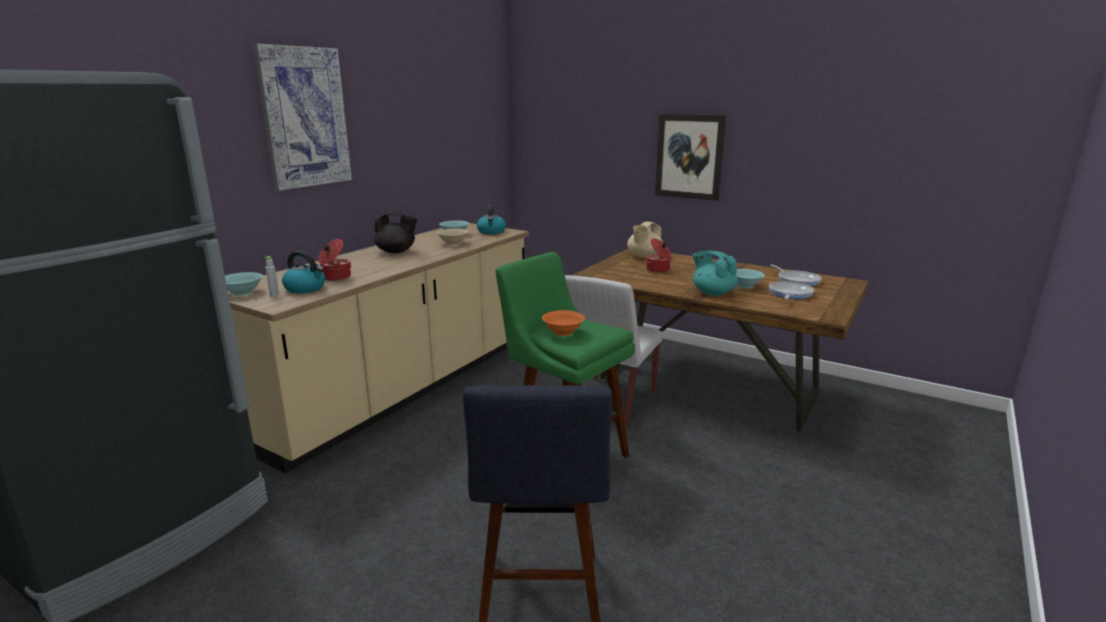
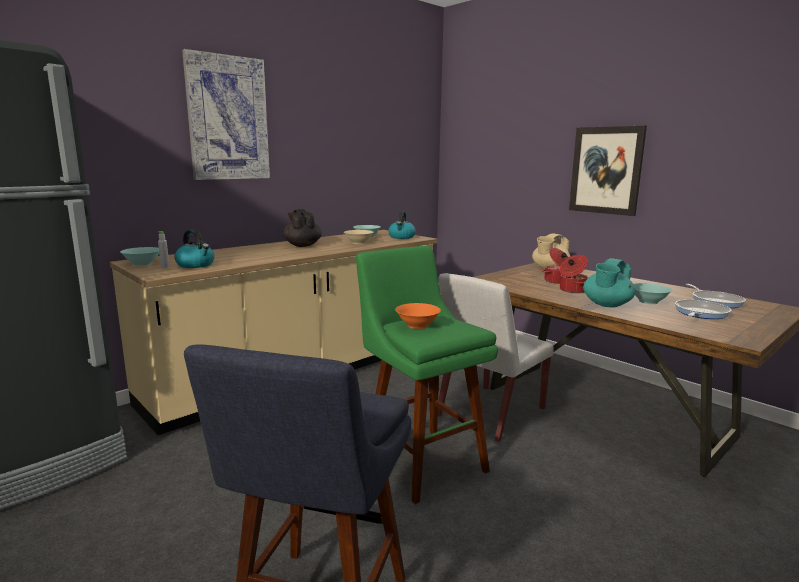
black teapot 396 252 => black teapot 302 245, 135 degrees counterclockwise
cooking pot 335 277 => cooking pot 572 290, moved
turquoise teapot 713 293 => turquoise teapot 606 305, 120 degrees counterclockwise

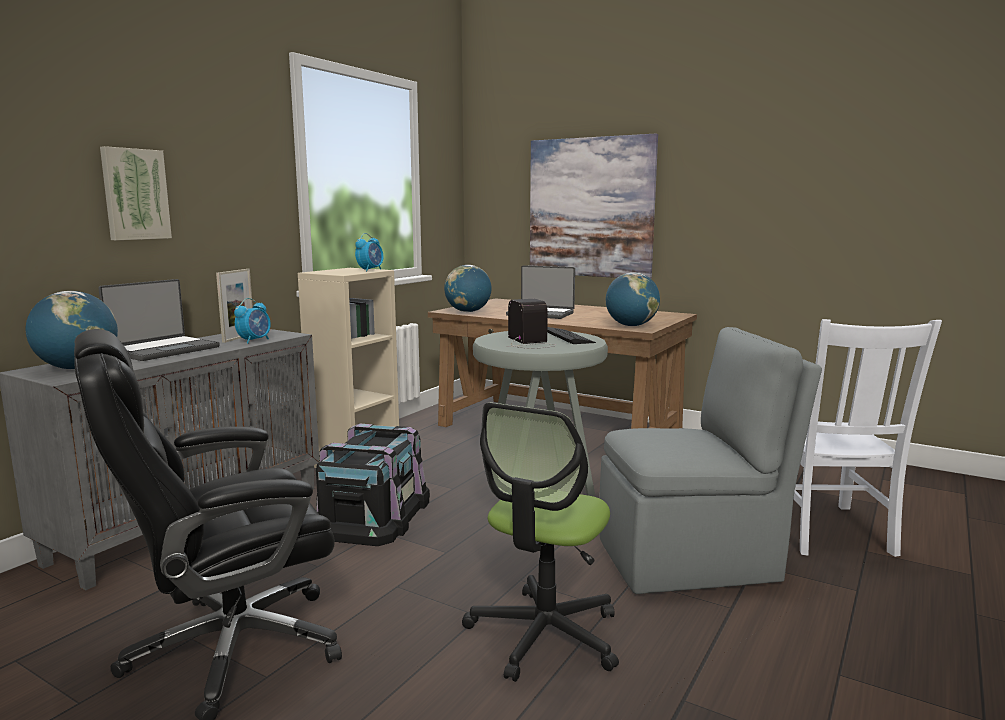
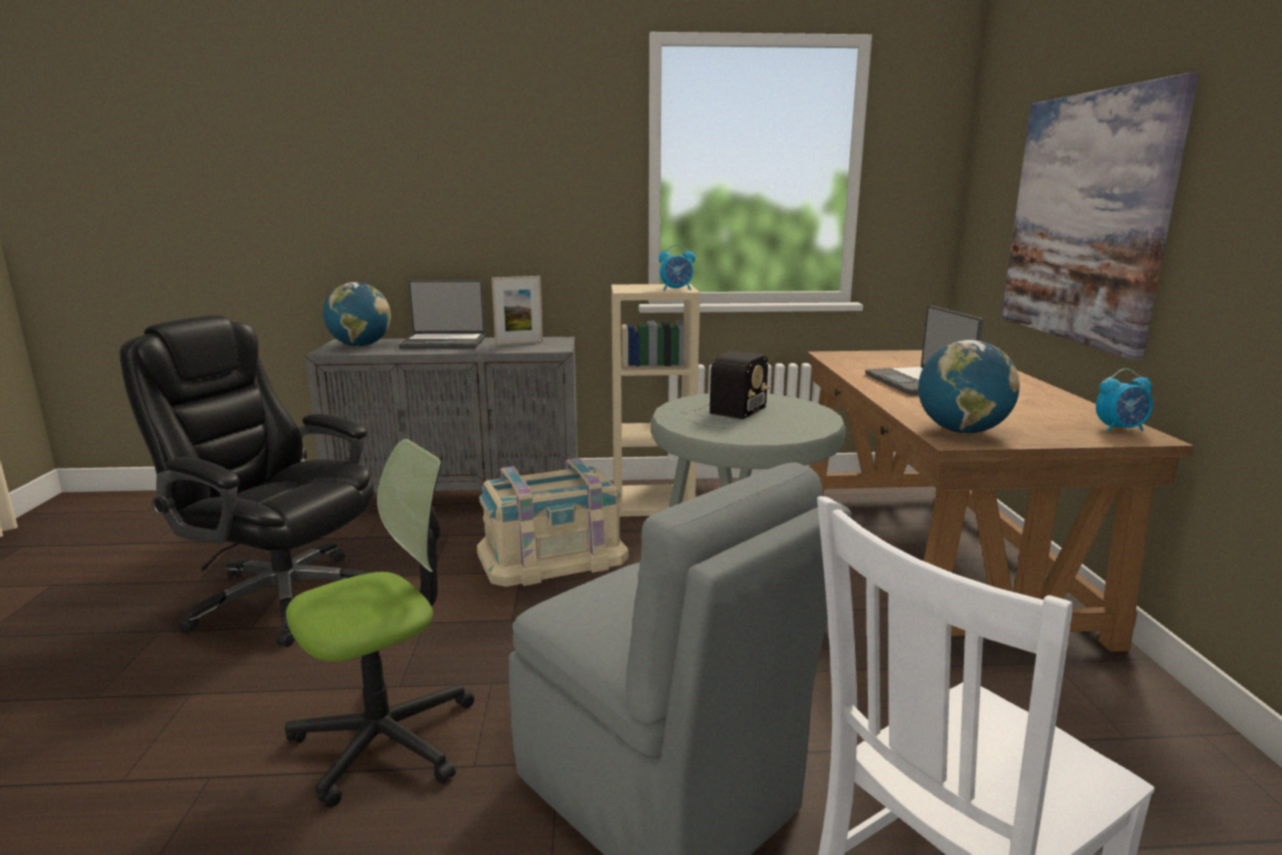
office chair 544 635 => office chair 385 739, 150 degrees clockwise
black storage box 374 514 => beige storage box 552 556
alarm clock 254 341 => alarm clock 1120 429, moved
picture 134 194 => nothing
globe 468 312 => nothing
keyboard 569 337 => nothing

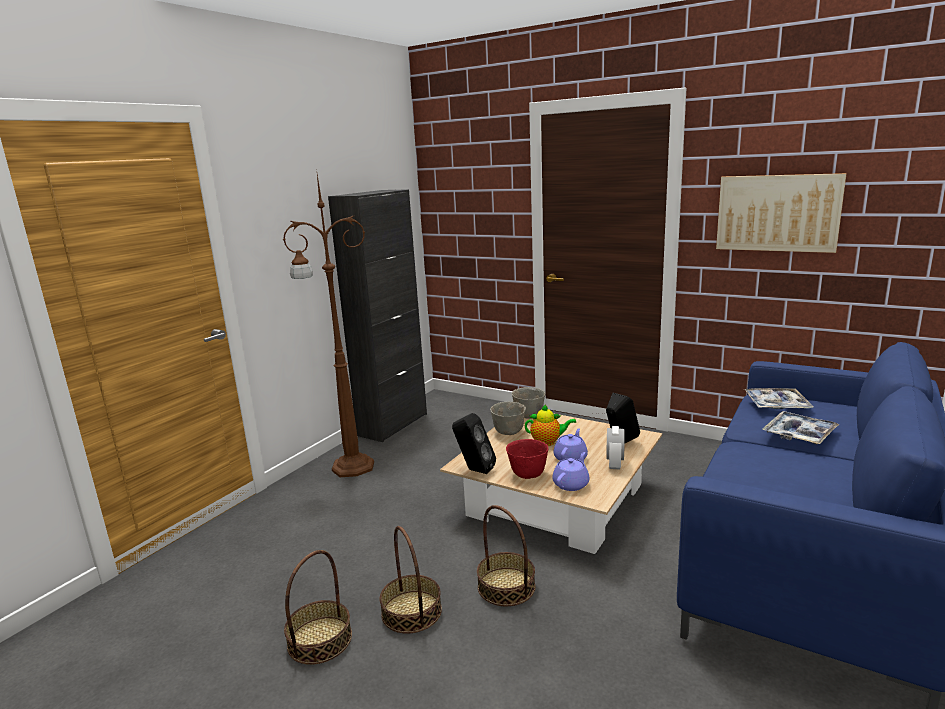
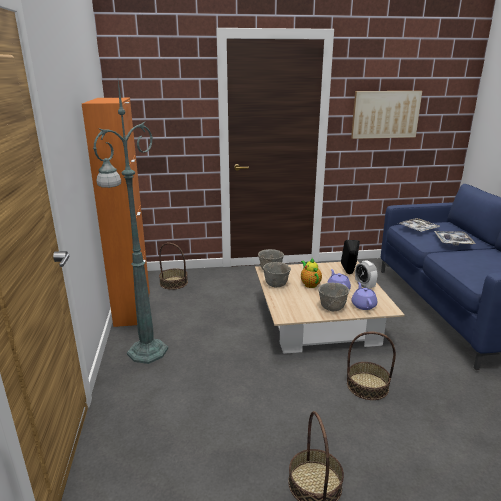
black cabinet 393 424 => orange cabinet 132 308
brown floor lamp 350 467 => green floor lamp 146 352
basket 412 611 => basket 174 283, moved
teapot 548 442 => teapot 310 284, 75 degrees counterclockwise
red bowl 527 475 => grey bowl 332 308
black speaker 474 470 => nothing

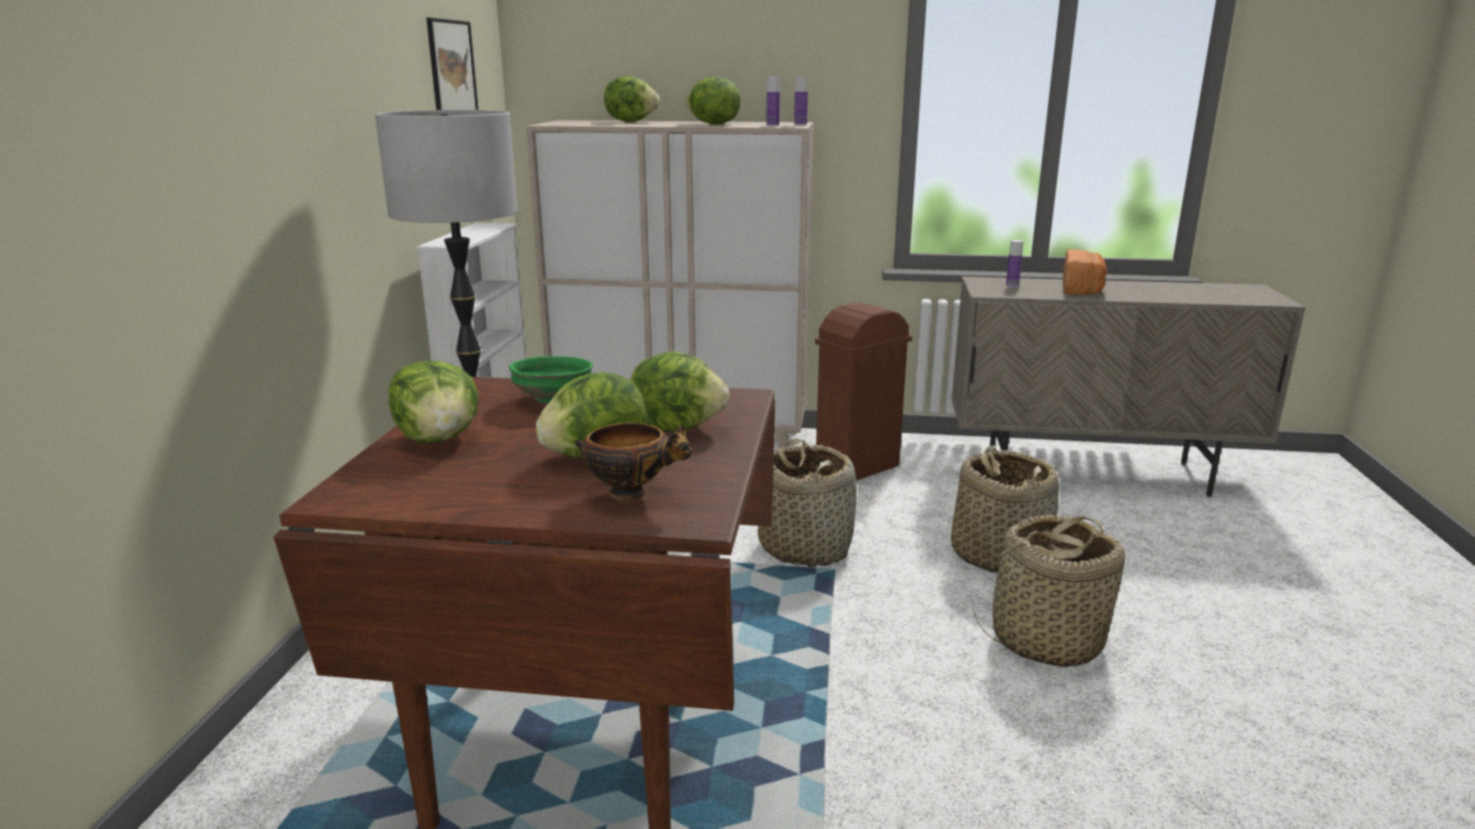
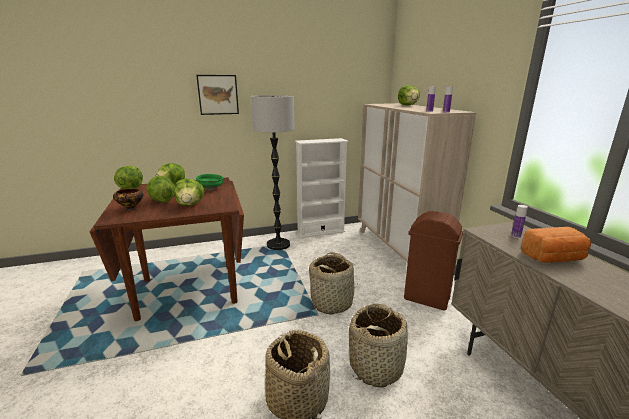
lettuce 712 124 => lettuce 131 188, moved
picture 452 70 => picture 218 94, moved

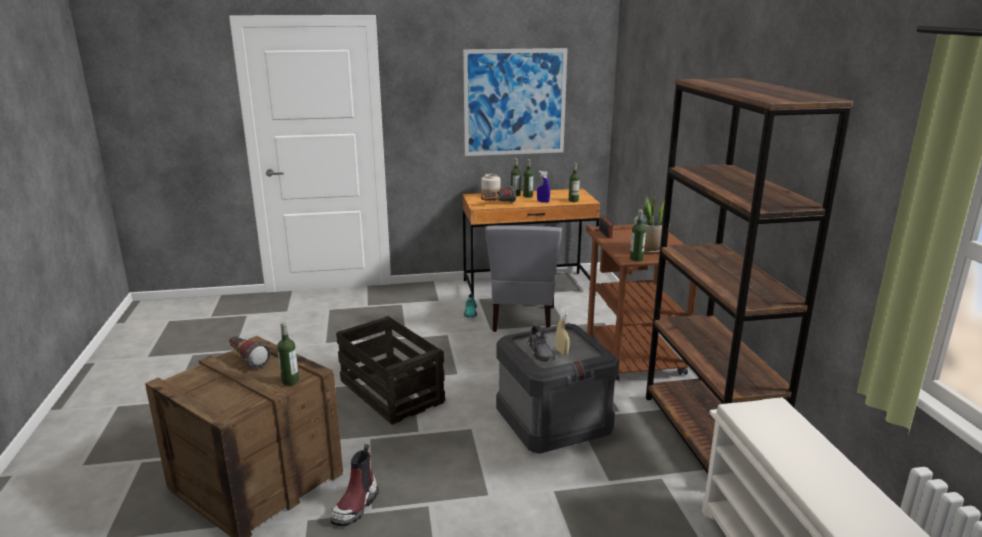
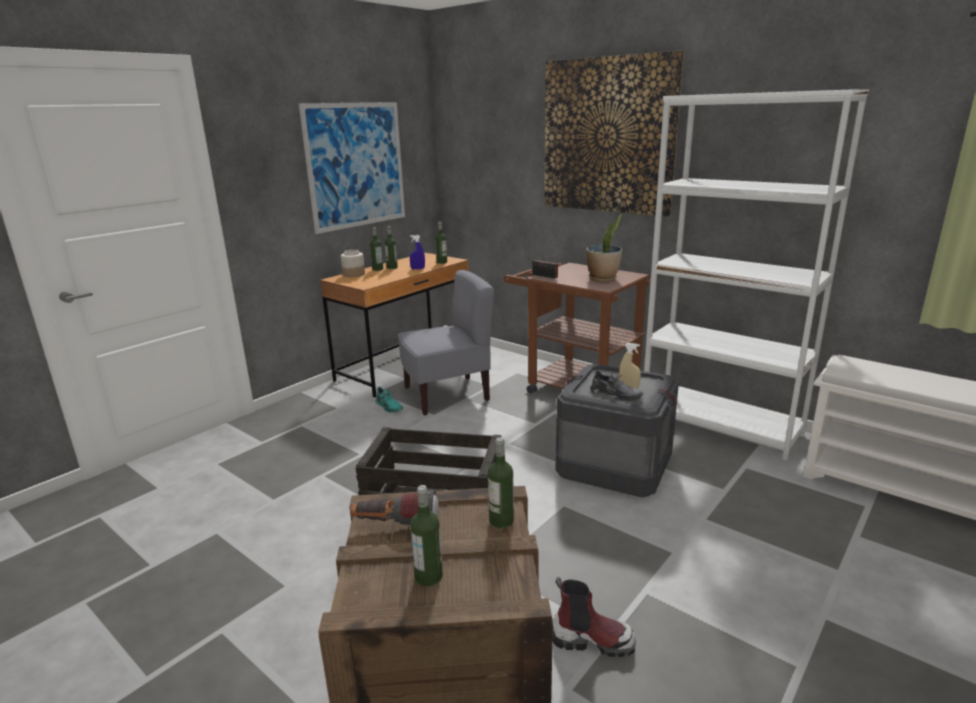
grey chair 522 319 => grey chair 447 395, 75 degrees counterclockwise
bottle 636 259 => bottle 428 577, moved
nothing => picture 608 136
boot 356 506 => boot 592 640, 60 degrees counterclockwise
brown bookcase 706 437 => white bookcase 720 425
flashlight 498 204 => nothing

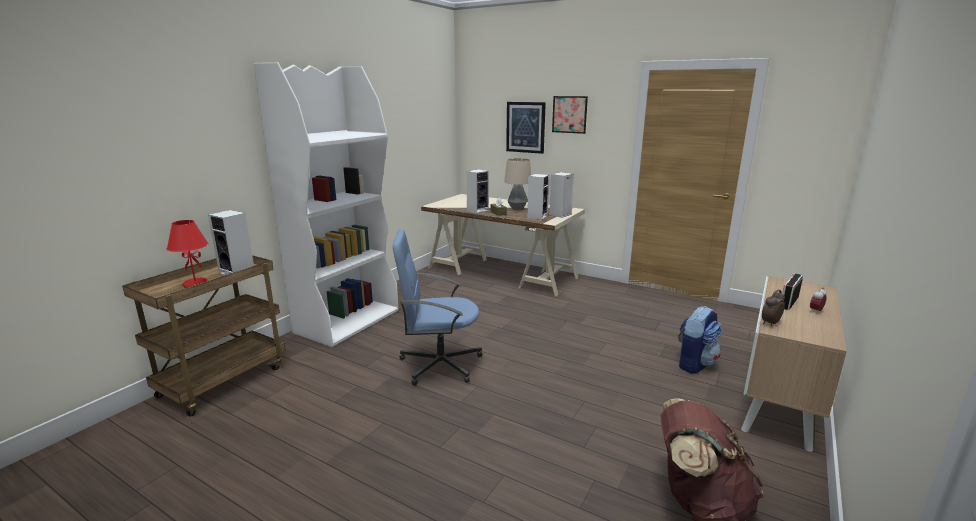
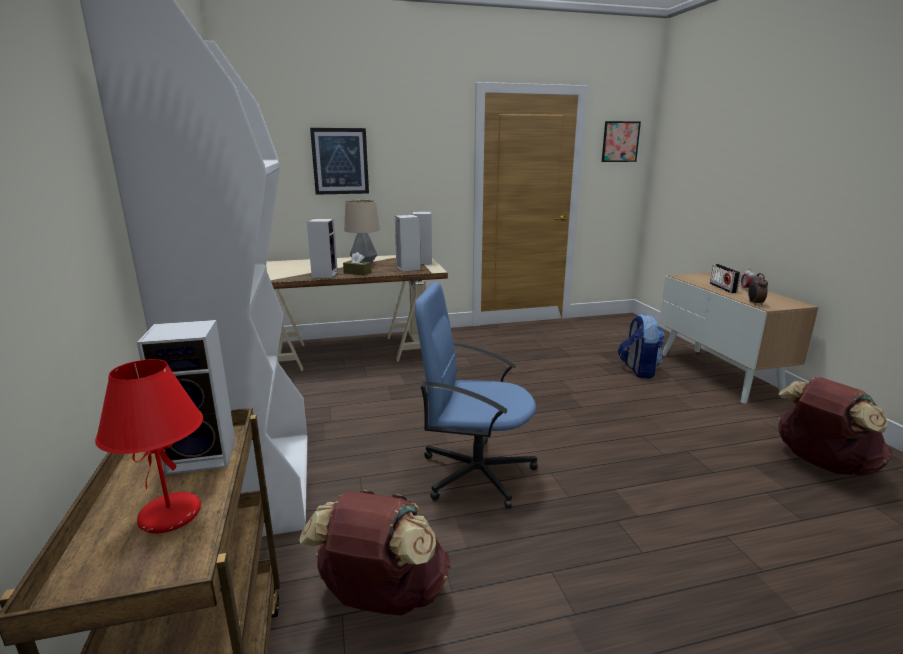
nothing => brown backpack 382 598
blue office chair 439 364 => blue office chair 475 472, 60 degrees clockwise
picture 569 114 => picture 620 141, moved

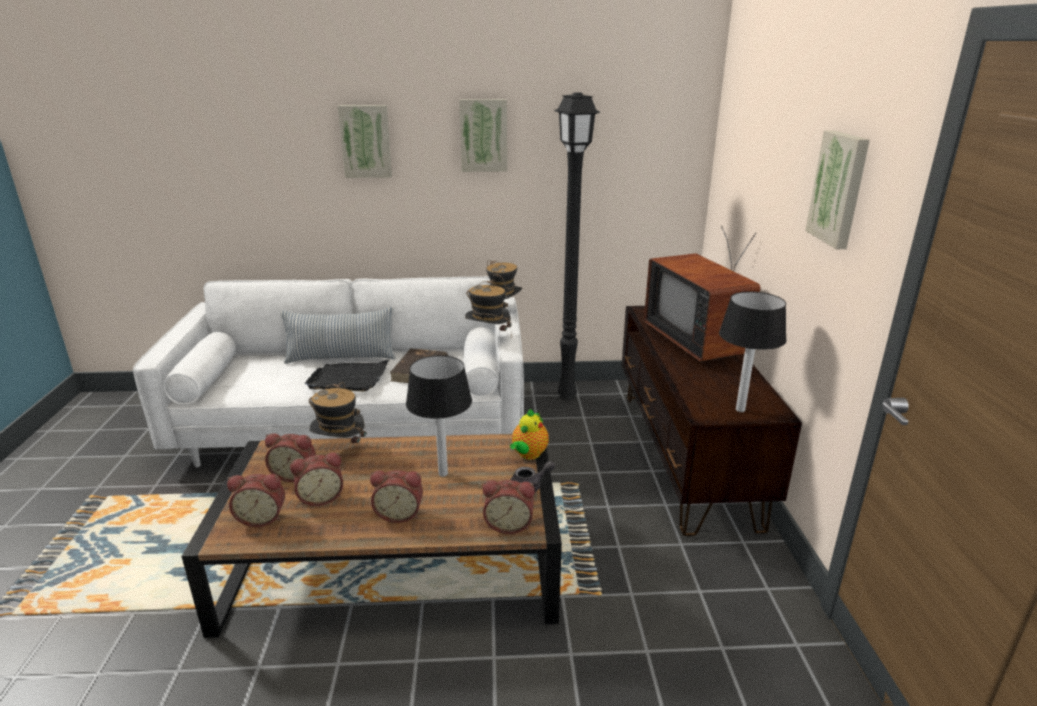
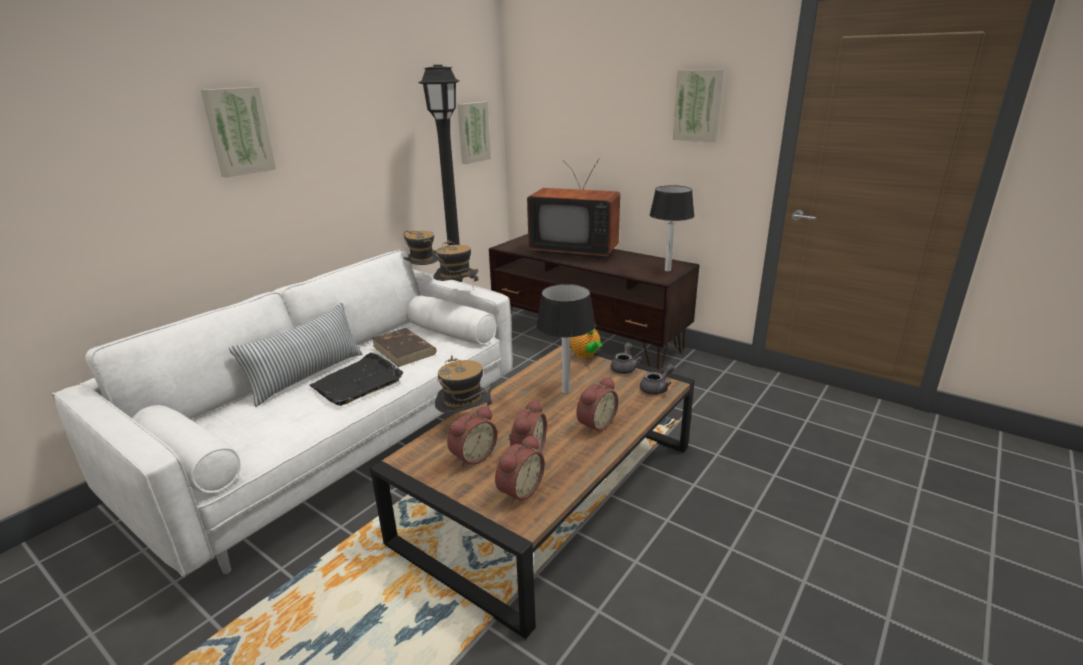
picture 483 135 => picture 472 132, moved
alarm clock 509 524 => grey teapot 656 388

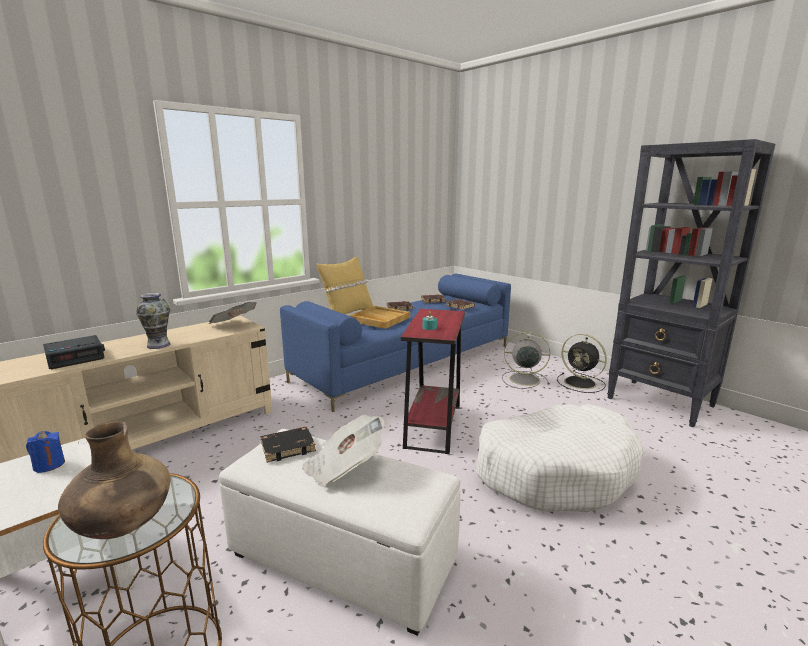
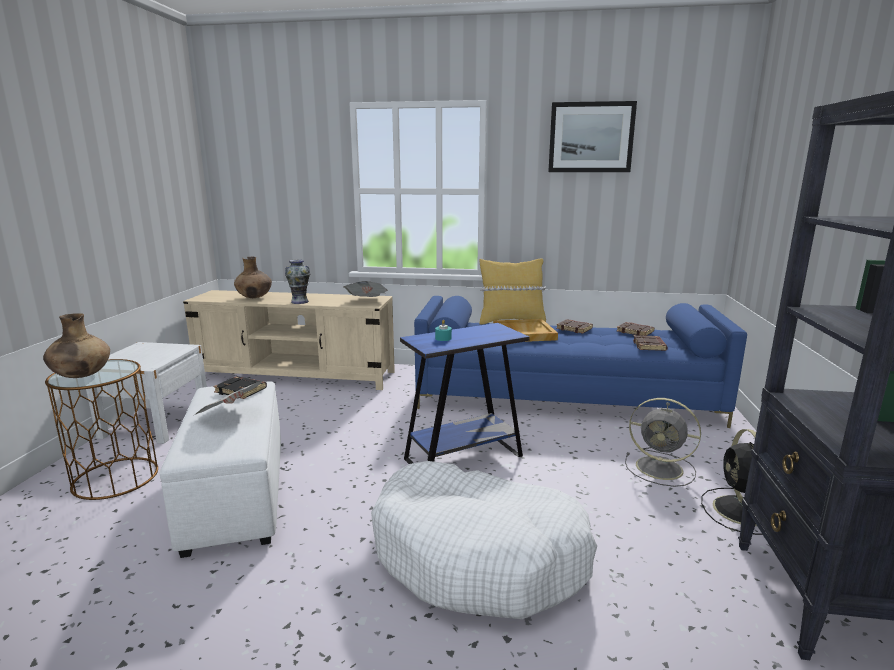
alarm clock 76 357 => brown vase 254 297
red side table 433 426 => blue side table 463 458
nothing => picture 591 137
grey fan 523 379 => grey fan 661 468, 150 degrees clockwise
blue candle 49 465 => nothing

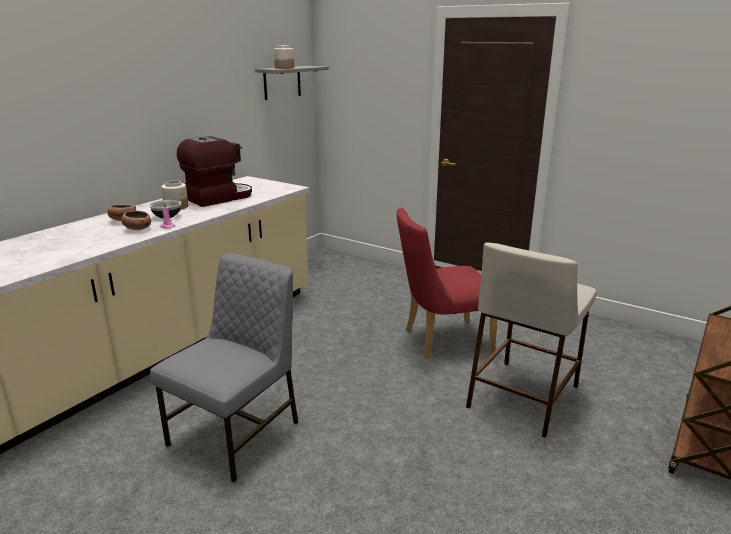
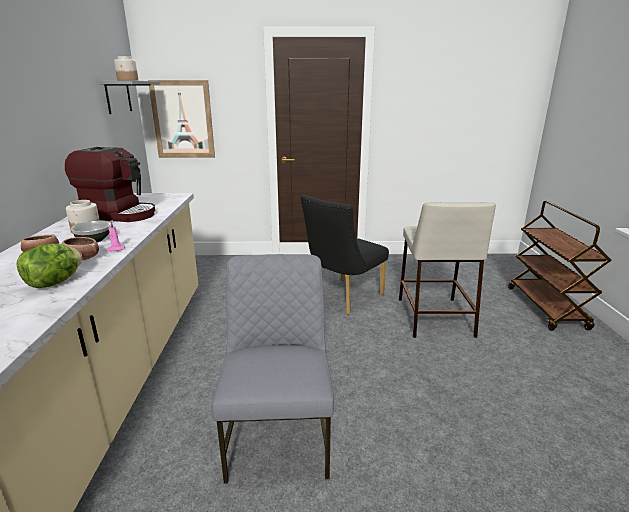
nothing => lettuce 54 283
coffee machine 218 197 => coffee machine 119 214, 90 degrees clockwise
nothing => picture 183 120
red chair 441 341 => black chair 342 298

